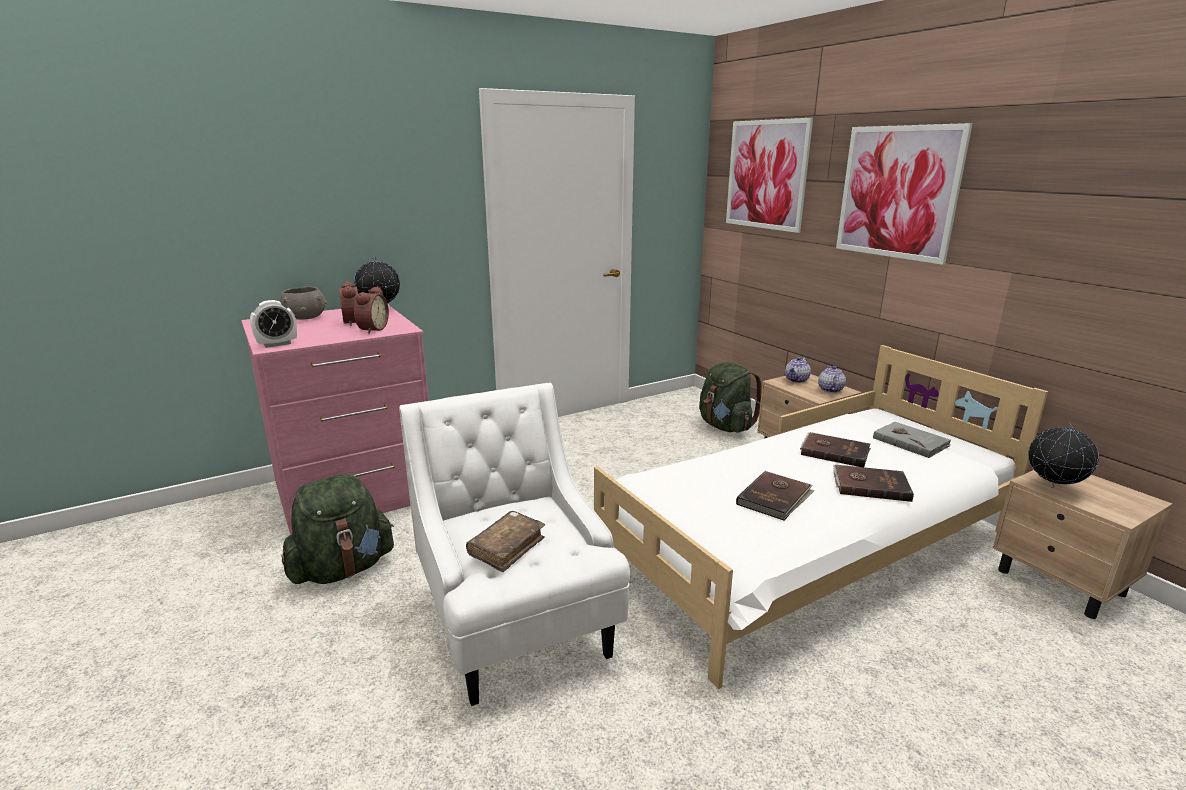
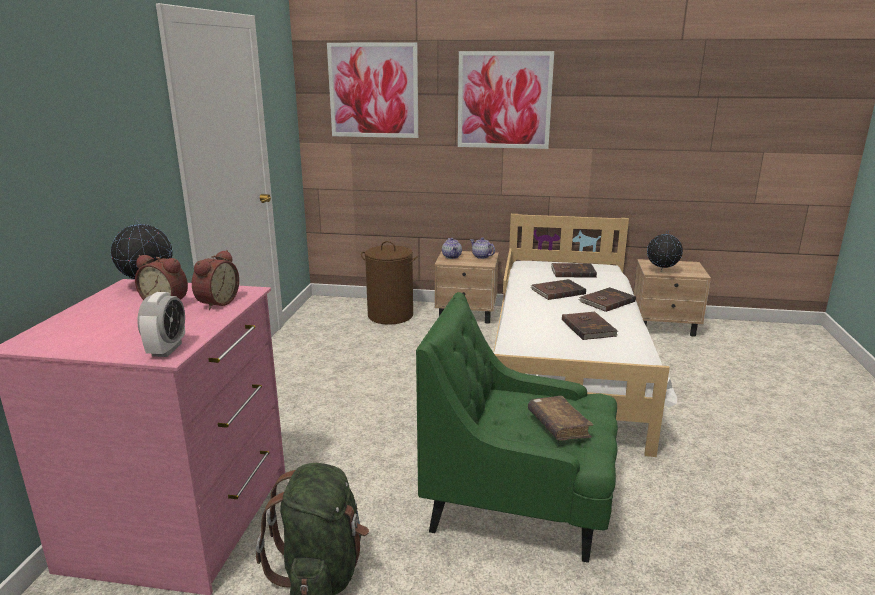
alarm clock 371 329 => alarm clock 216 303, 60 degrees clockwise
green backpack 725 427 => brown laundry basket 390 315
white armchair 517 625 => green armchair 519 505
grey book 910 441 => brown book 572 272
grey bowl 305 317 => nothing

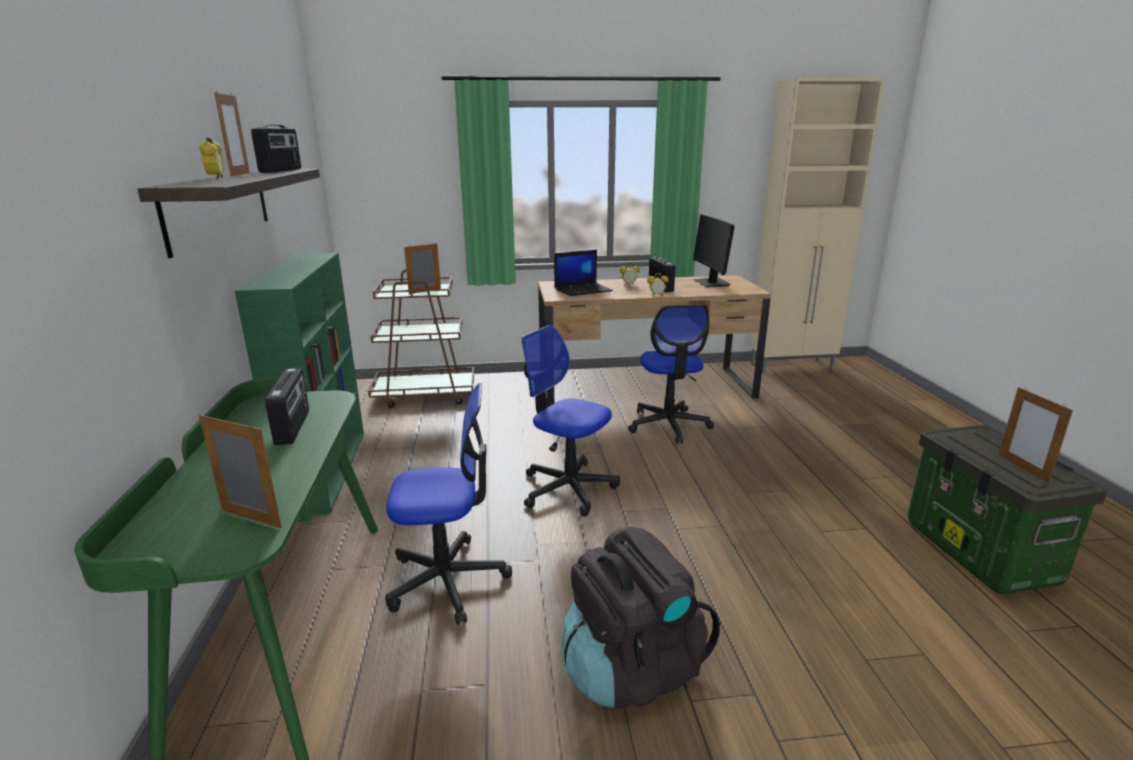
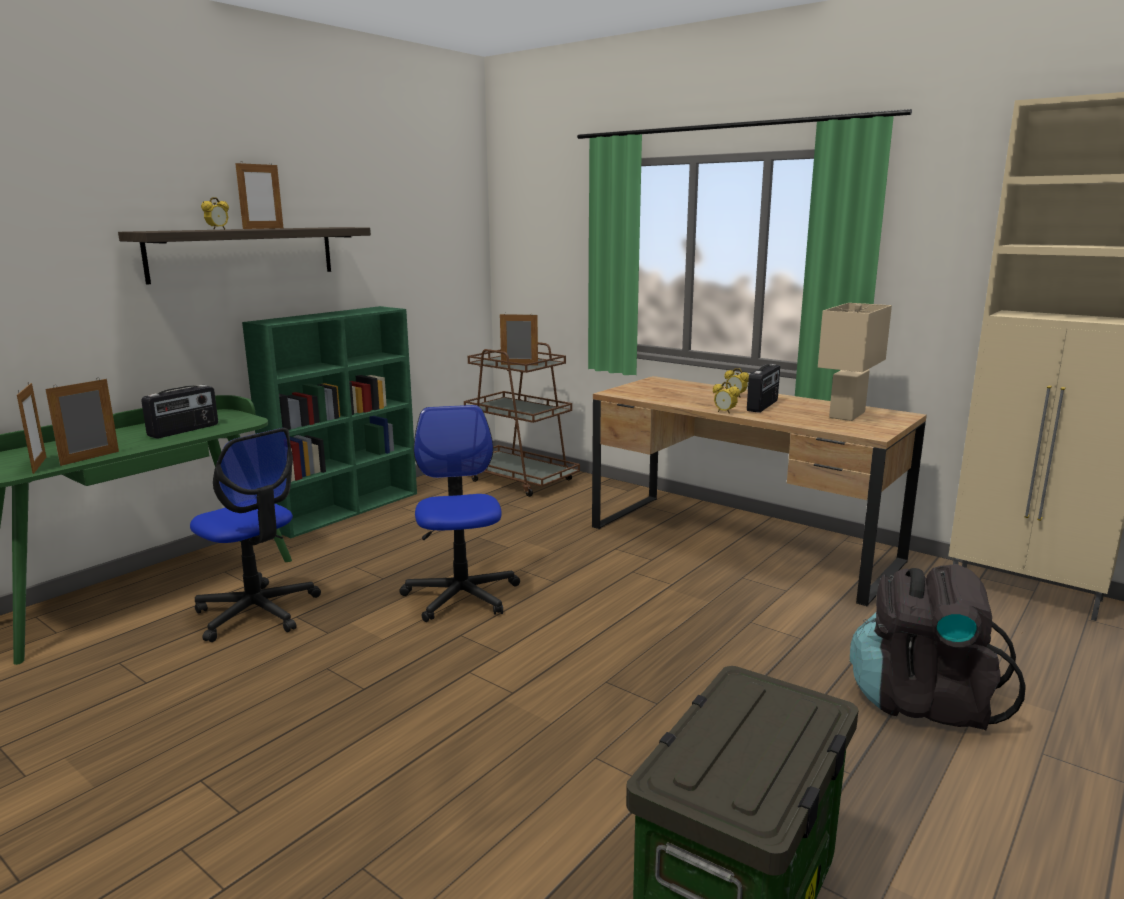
picture frame 1023 468 => picture frame 90 458, moved
monitor 711 283 => beige table lamp 847 415
black backpack 632 669 => black backpack 923 701, moved
radio 282 170 => nothing
laptop 583 290 => nothing
office chair 668 425 => nothing

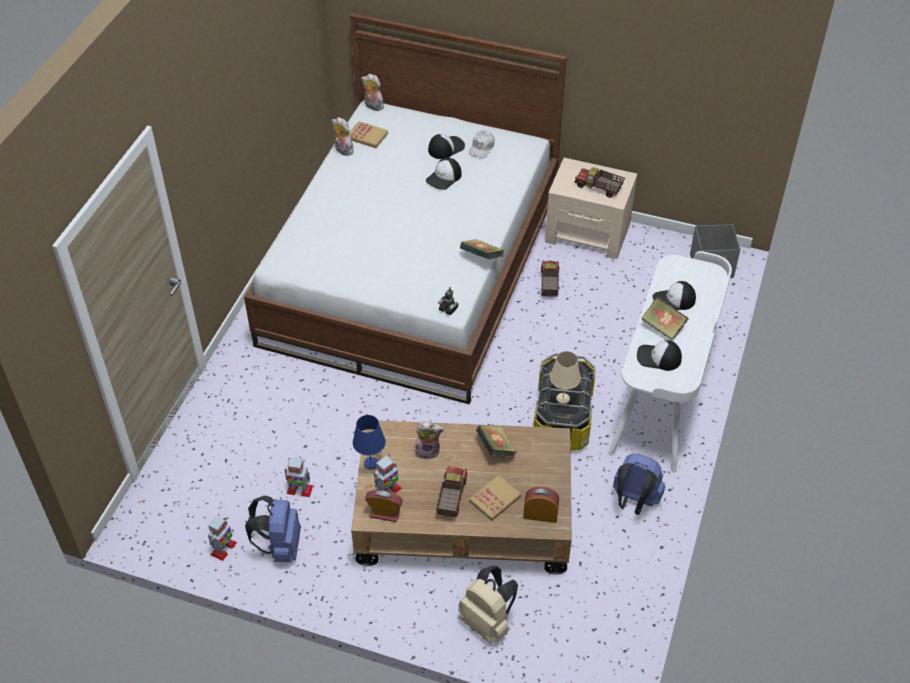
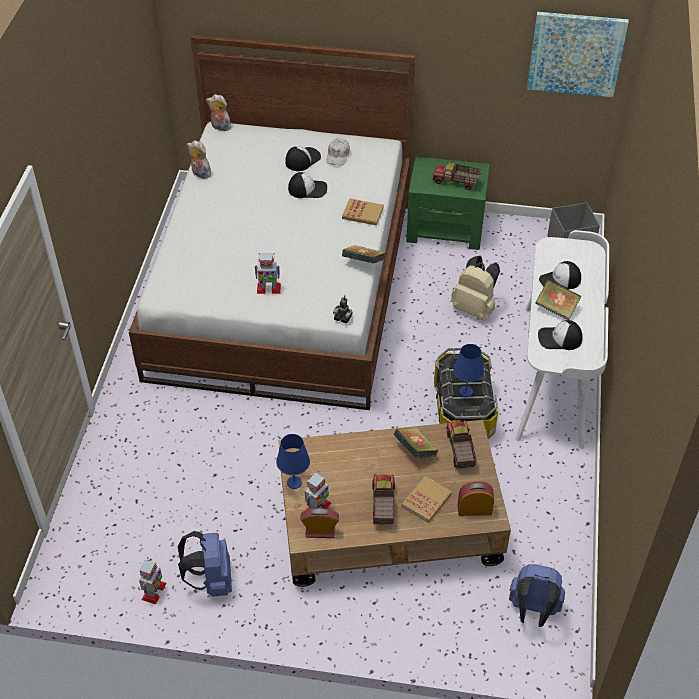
toy robot 299 489 => toy robot 268 288, moved
cap 444 178 => cap 308 189, 120 degrees counterclockwise
book 367 136 => book 362 213, moved
beige nightstand 588 233 => green nightstand 446 228
toy truck 549 284 => toy truck 460 451, moved
beige backpack 488 622 => beige backpack 475 308, moved
beige table lamp 563 399 => blue table lamp 466 392
blue backpack 634 501 => blue backpack 533 611, moved
nothing => picture 576 53
plush toy 428 450 => nothing

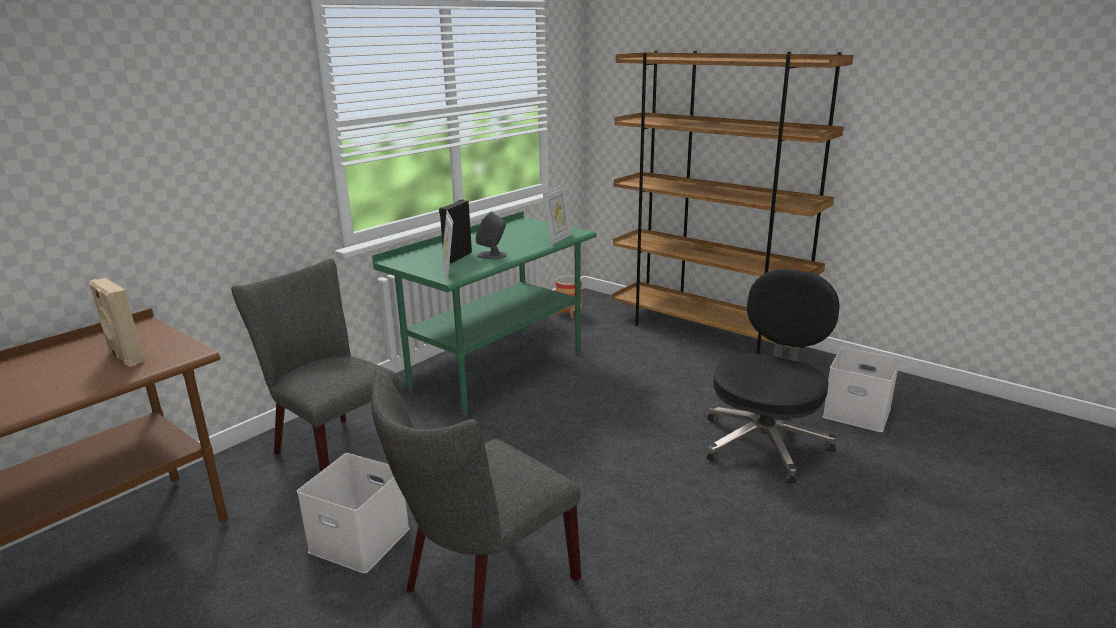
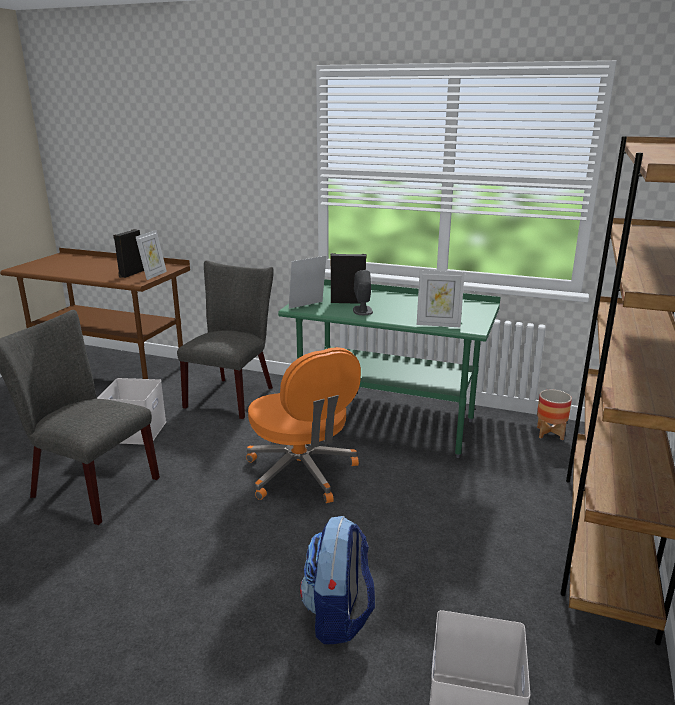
beige speaker 124 357 => black speaker 131 274
nothing => picture frame 153 275
nothing => orange office chair 302 473
black office chair 765 442 => backpack 338 616

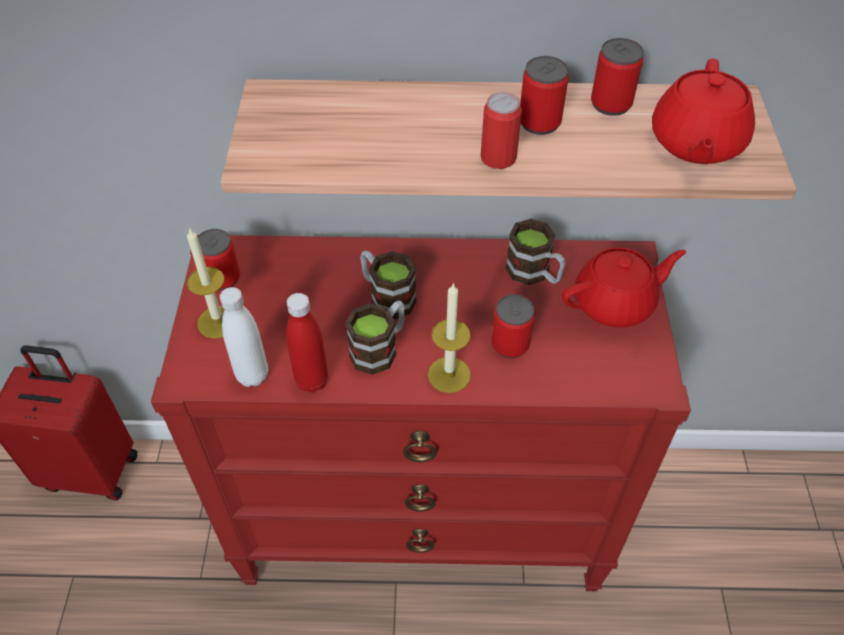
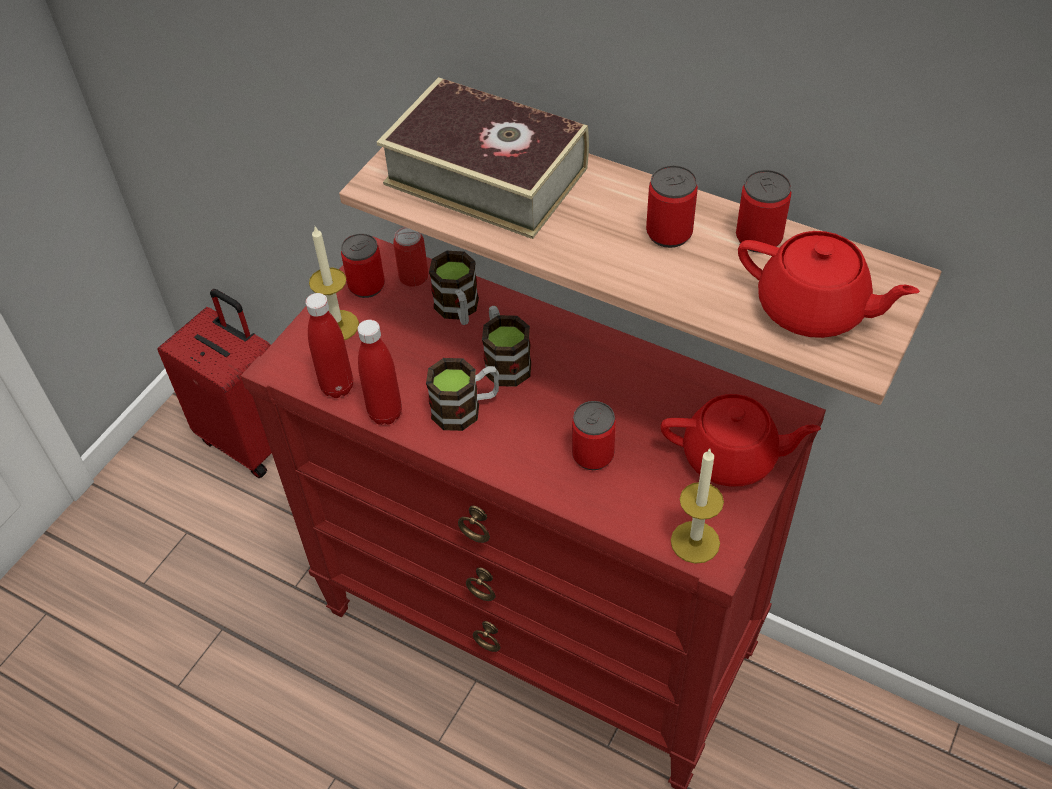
white bottle 252 375 => red bottle 337 387
nothing => book 486 175
can 498 158 => can 413 277, moved
mug 534 274 => mug 458 310, moved
candle 449 375 => candle 695 542, moved
red teapot 695 143 => red teapot 813 310, 105 degrees counterclockwise

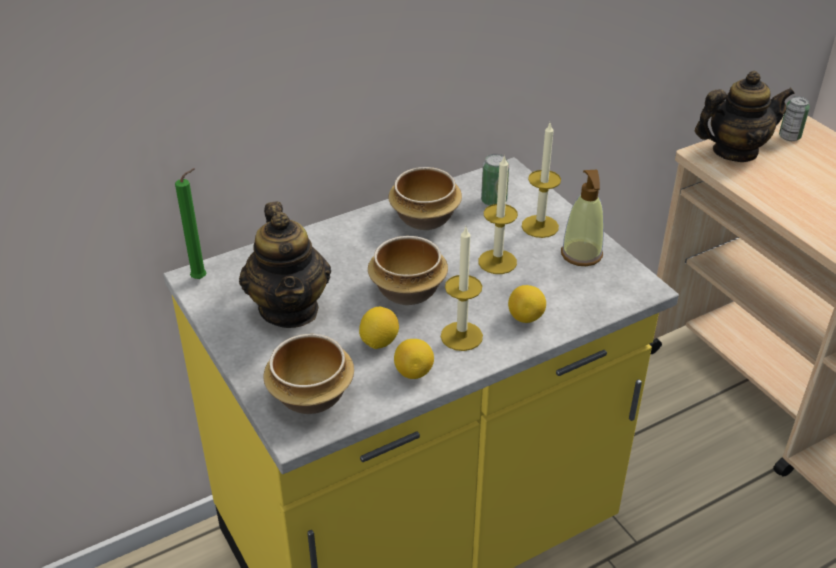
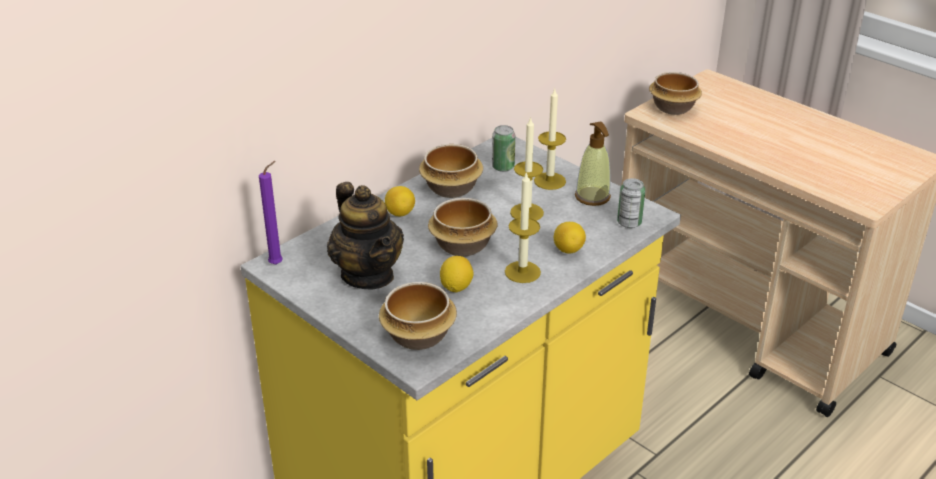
green candle 202 278 => purple candle 278 263
lemon 414 372 => lemon 400 213, moved
can 789 137 => can 629 223, moved
teapot 734 151 => bowl 672 108

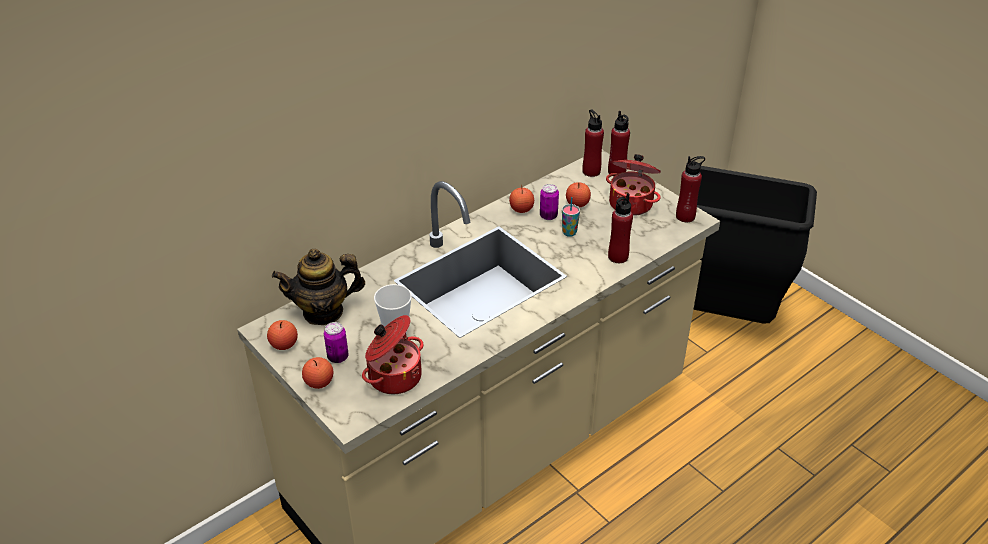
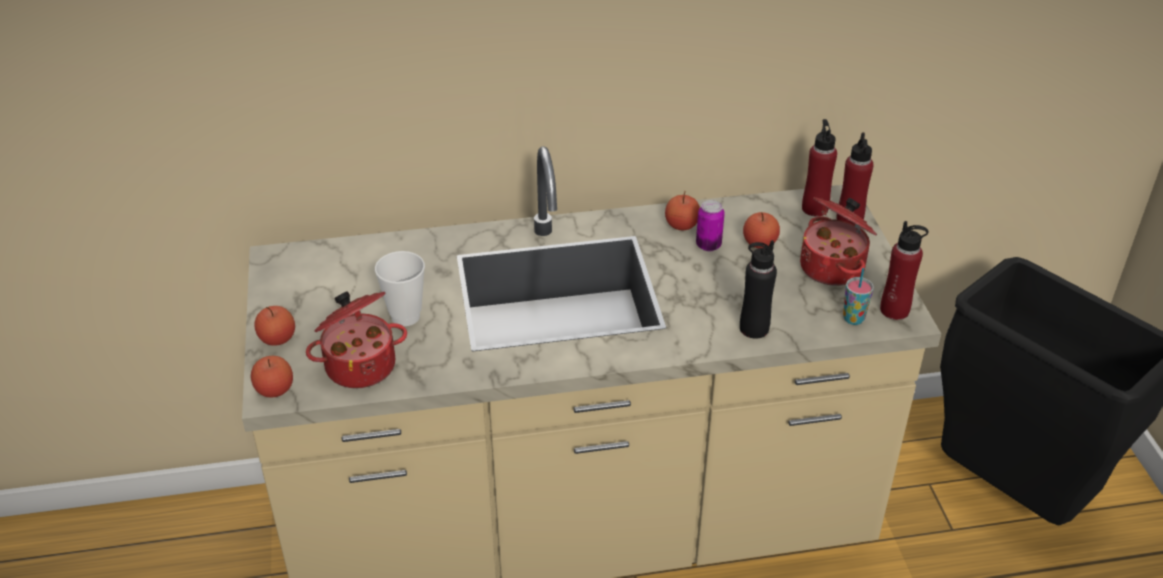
apple 284 344 => apple 274 389, moved
red bottle 618 257 => black bottle 754 328
cup 569 233 => cup 853 319, moved
teapot 323 312 => nothing
can 338 357 => nothing

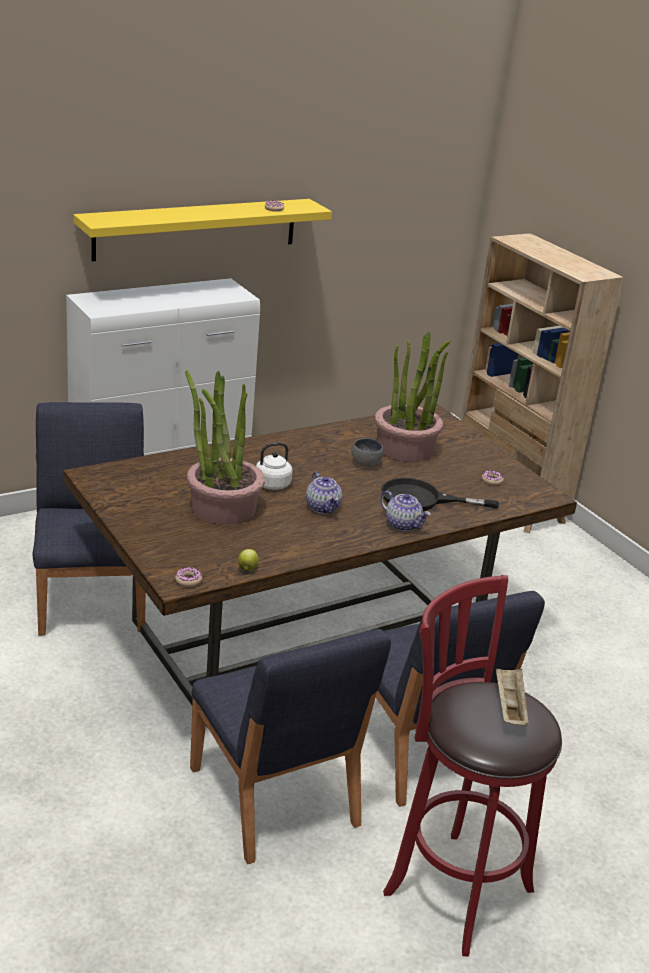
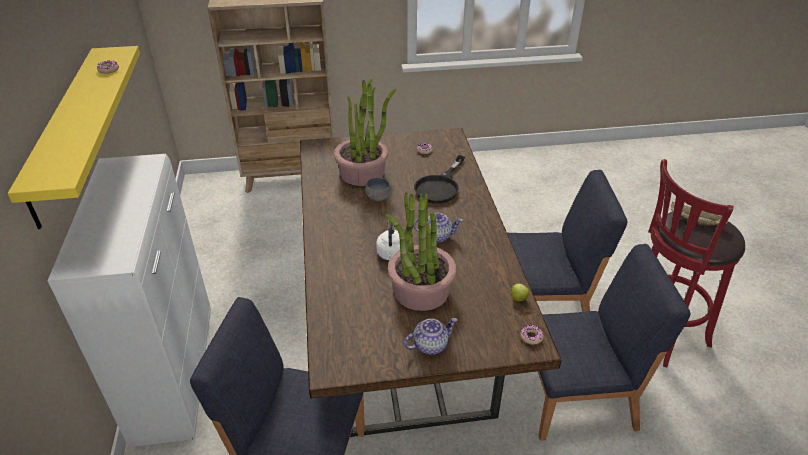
teapot 403 525 => teapot 430 345, moved

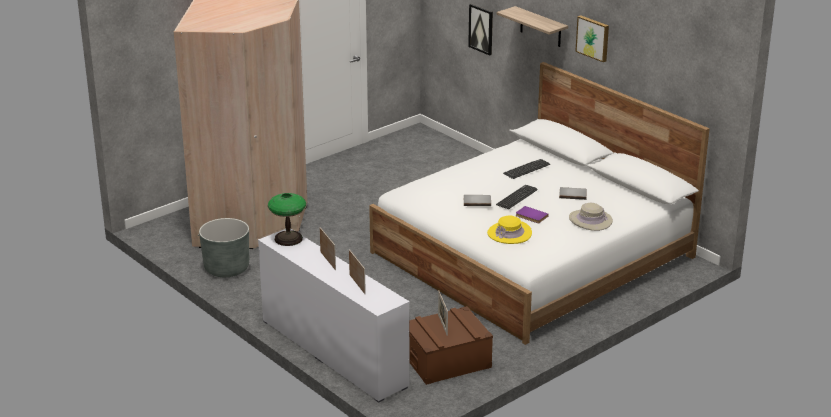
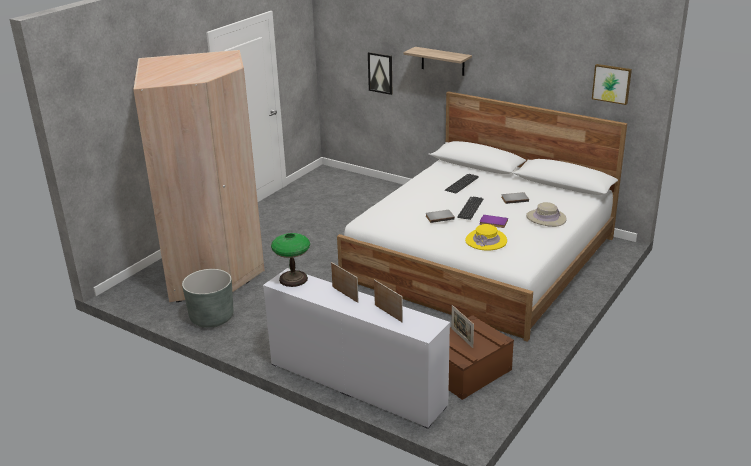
picture 593 38 => picture 612 83, moved

